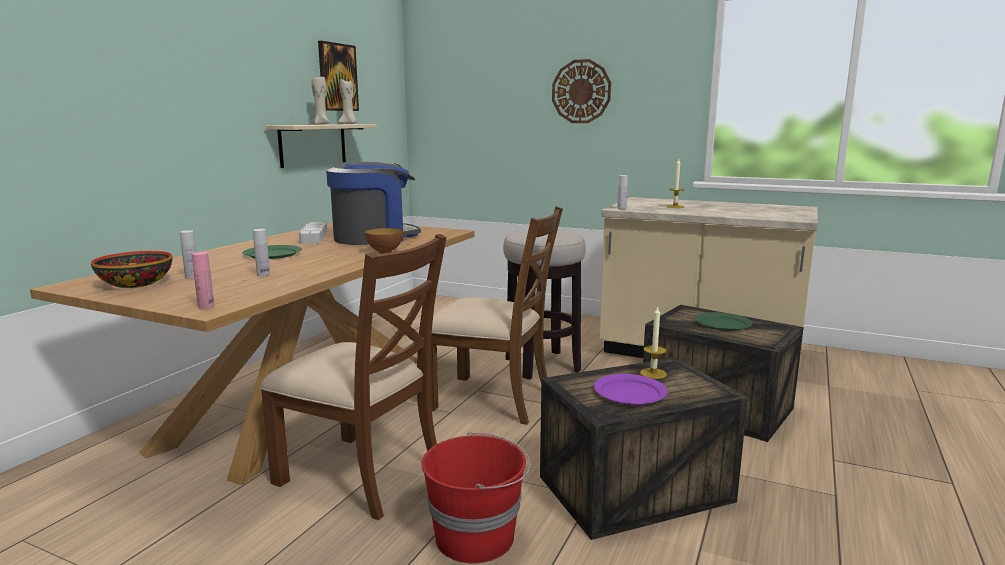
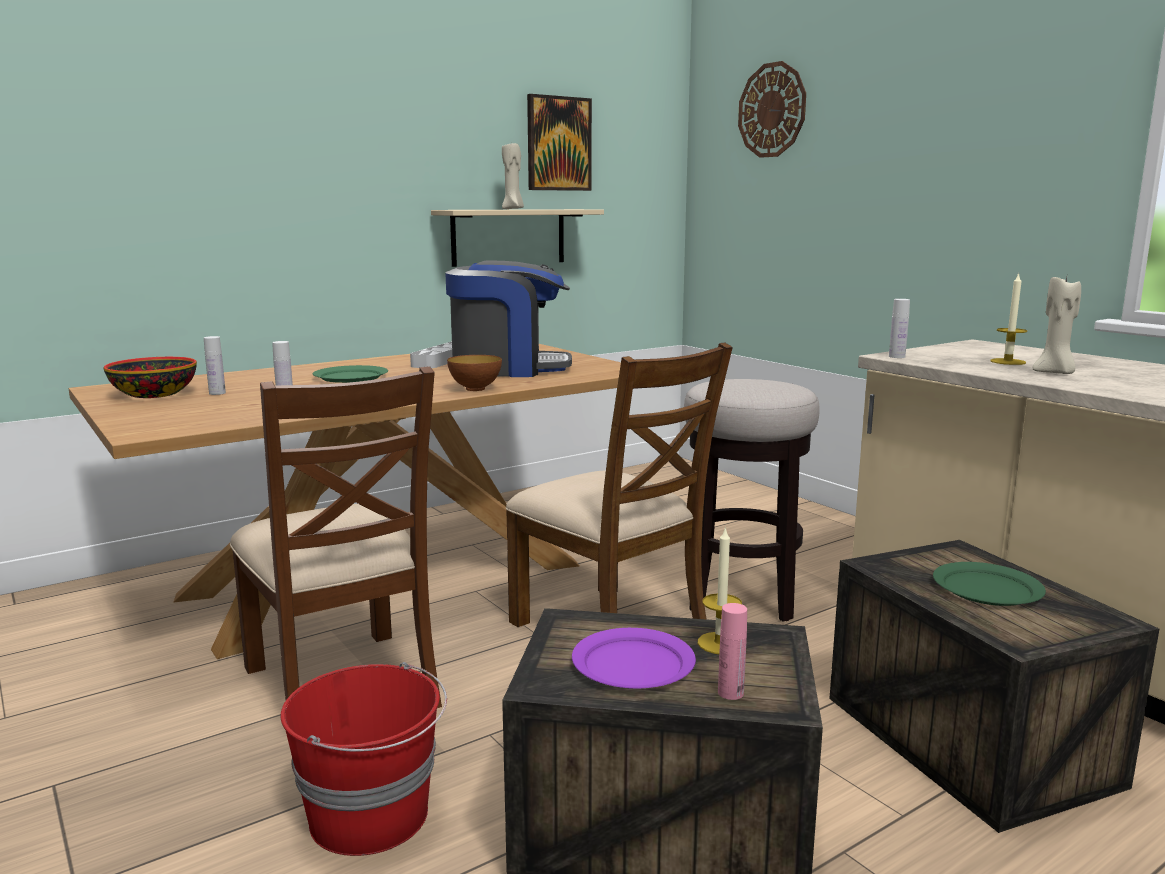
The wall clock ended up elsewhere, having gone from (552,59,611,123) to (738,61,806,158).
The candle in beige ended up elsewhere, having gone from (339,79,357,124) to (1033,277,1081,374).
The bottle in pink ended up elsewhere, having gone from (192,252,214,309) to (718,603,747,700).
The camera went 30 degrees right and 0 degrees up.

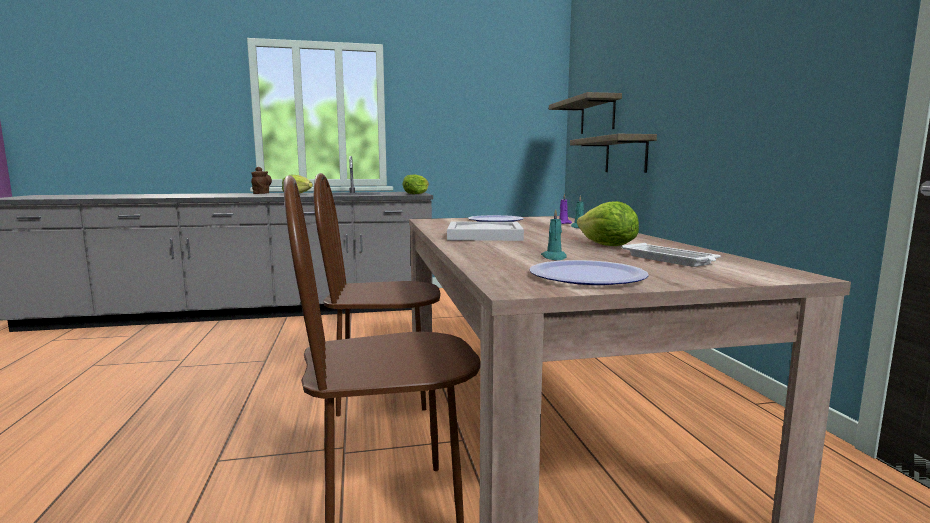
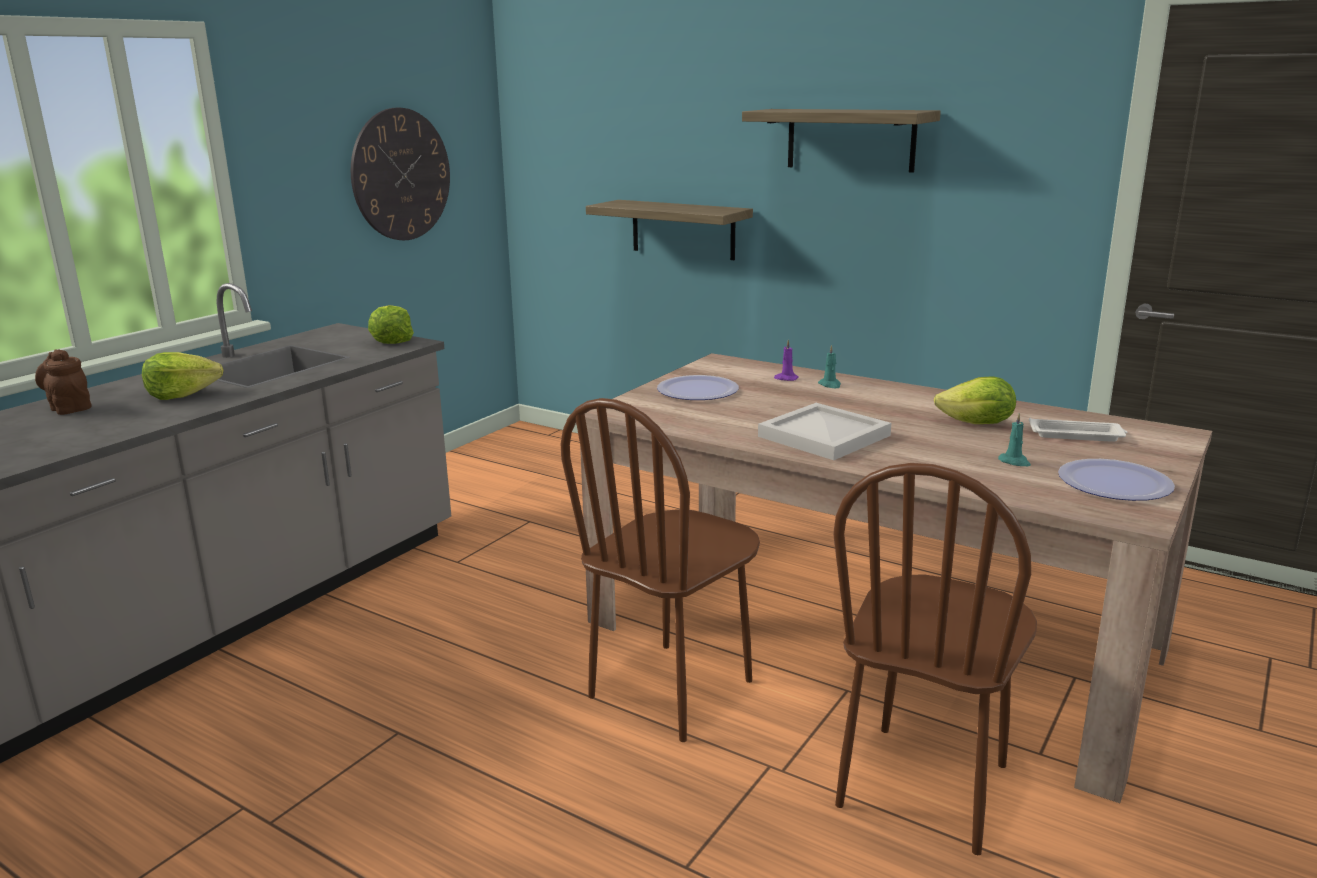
The shelf ended up elsewhere, having gone from (549,92,622,134) to (742,109,941,173).
The second view gained the wall clock at (351,108,450,240).
The camera went 45 degrees left and 10 degrees up.

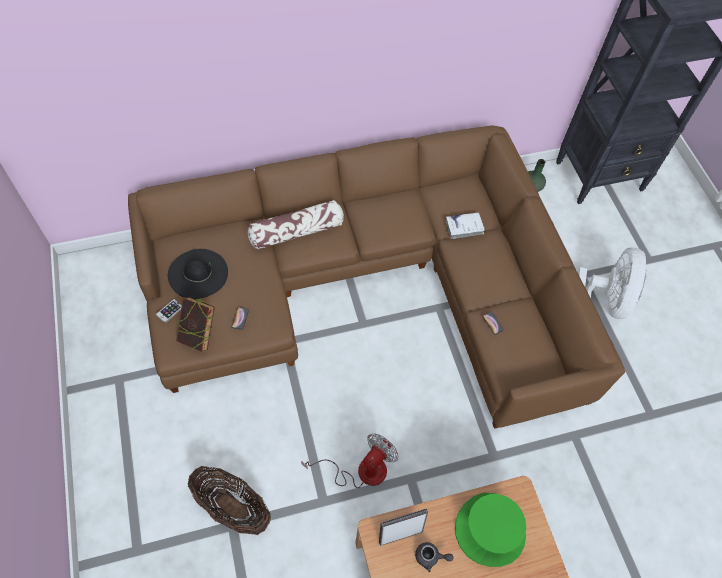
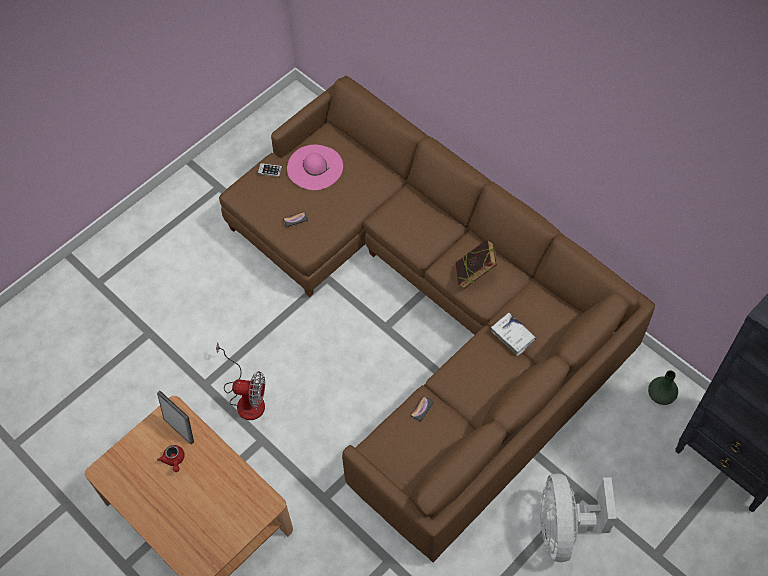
The second view lost the pillow at (248,200,344,250).
The fan in white at (577,248,647,319) ended up facing another way, 105 degrees clockwise from before.
What was the hat in black at (168,249,228,299) turned into the hat in pink at (287,145,343,190).
The book ended up elsewhere, having gone from (176,297,215,352) to (456,239,497,289).
The second view lost the basket at (188,466,271,535).
The second view lost the hat in green at (455,493,526,567).
What was the teapot in grey at (415,542,453,572) turned into the teapot in red at (157,445,185,472).
The camera went 65 degrees right and 0 degrees up.

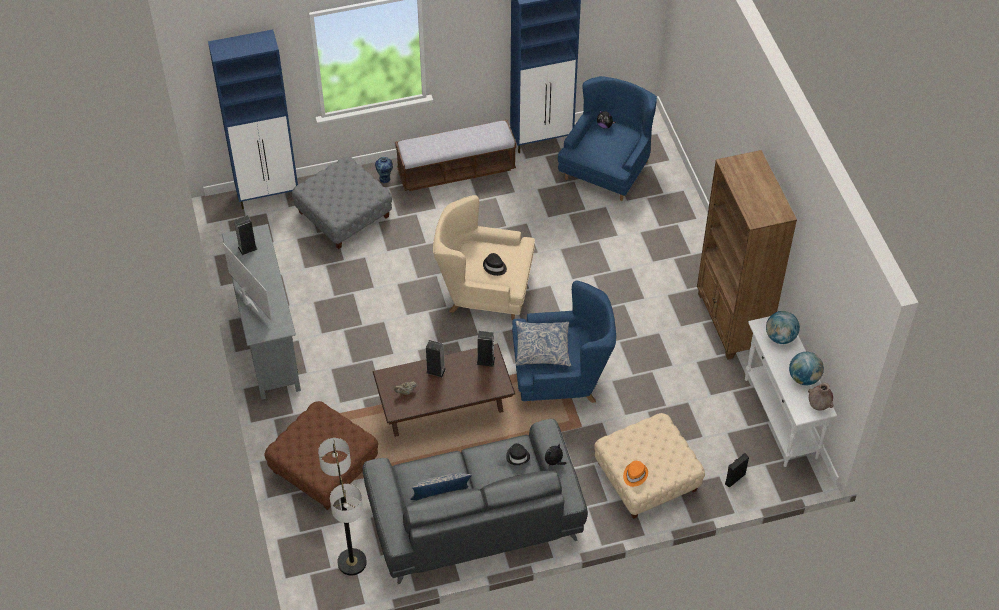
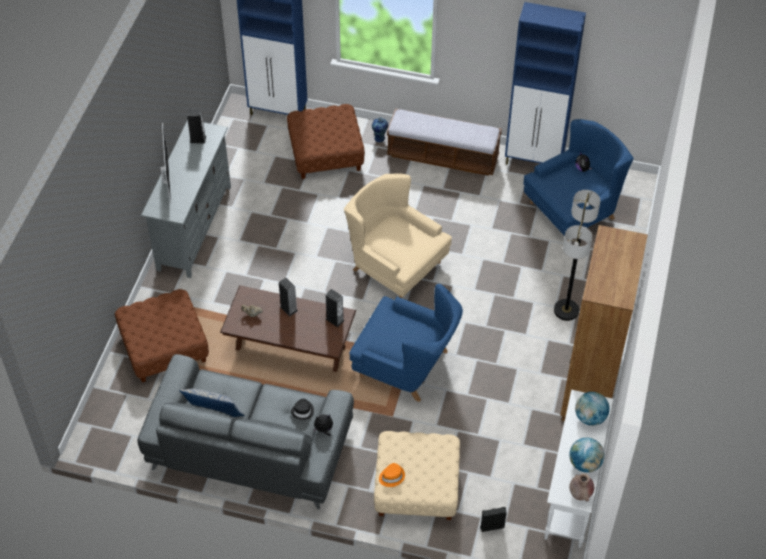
What was the ottoman in grey at (292,157,392,249) turned into the ottoman in brown at (287,104,365,179).
The second view lost the hat in black at (483,253,507,276).
The second view lost the pillow at (516,321,571,367).
The floor lamp ended up elsewhere, having gone from (318,438,367,575) to (554,190,600,321).
The camera went 30 degrees right and 0 degrees up.

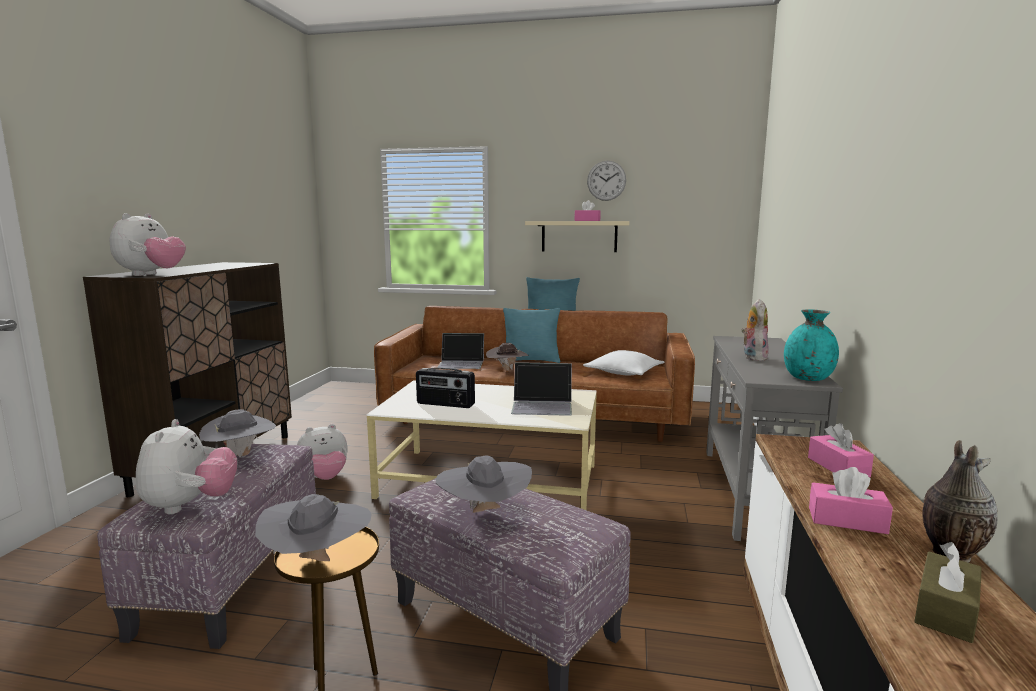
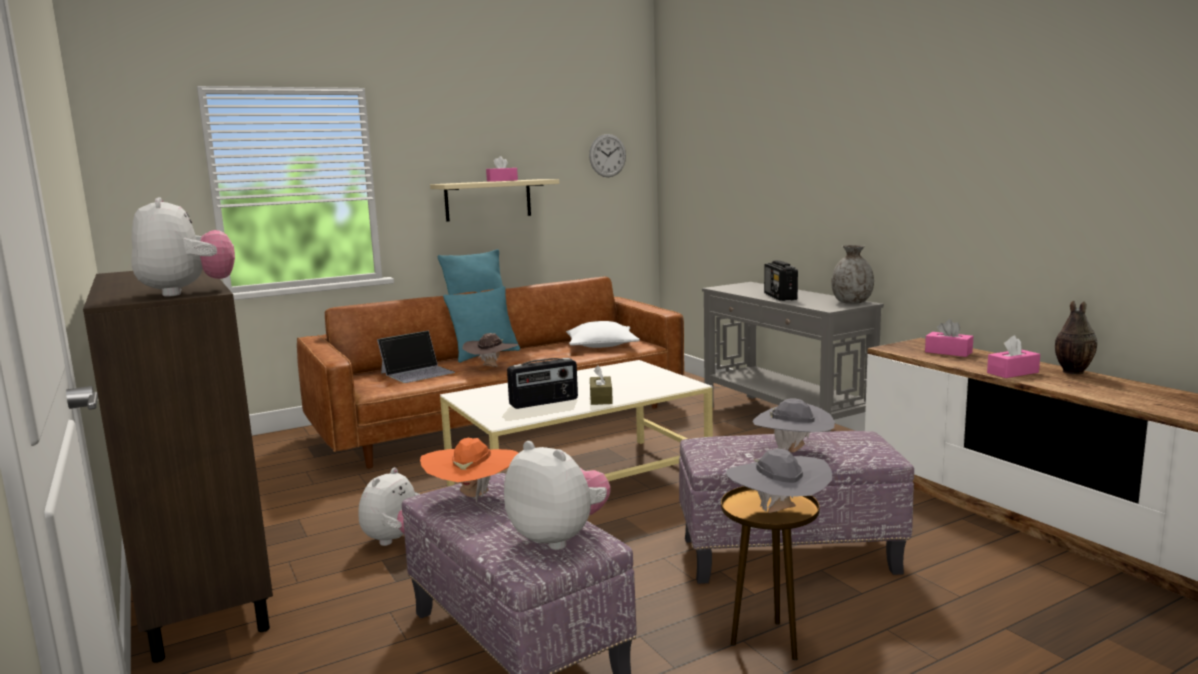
The wall clock ended up elsewhere, having gone from (587,161,626,201) to (589,134,626,177).
Where the plush toy stood at (741,299,769,361), the radio came to stand at (764,260,798,301).
What was the vase in turquoise at (784,309,839,381) turned into the vase in grey at (831,245,874,304).
The second view lost the laptop at (511,362,572,416).
What was the hat in grey at (199,409,276,457) turned into the hat in orange at (420,438,518,503).
The tissue box in brown ended up elsewhere, having gone from (914,542,982,643) to (590,365,613,405).
The camera went 40 degrees left and 0 degrees up.

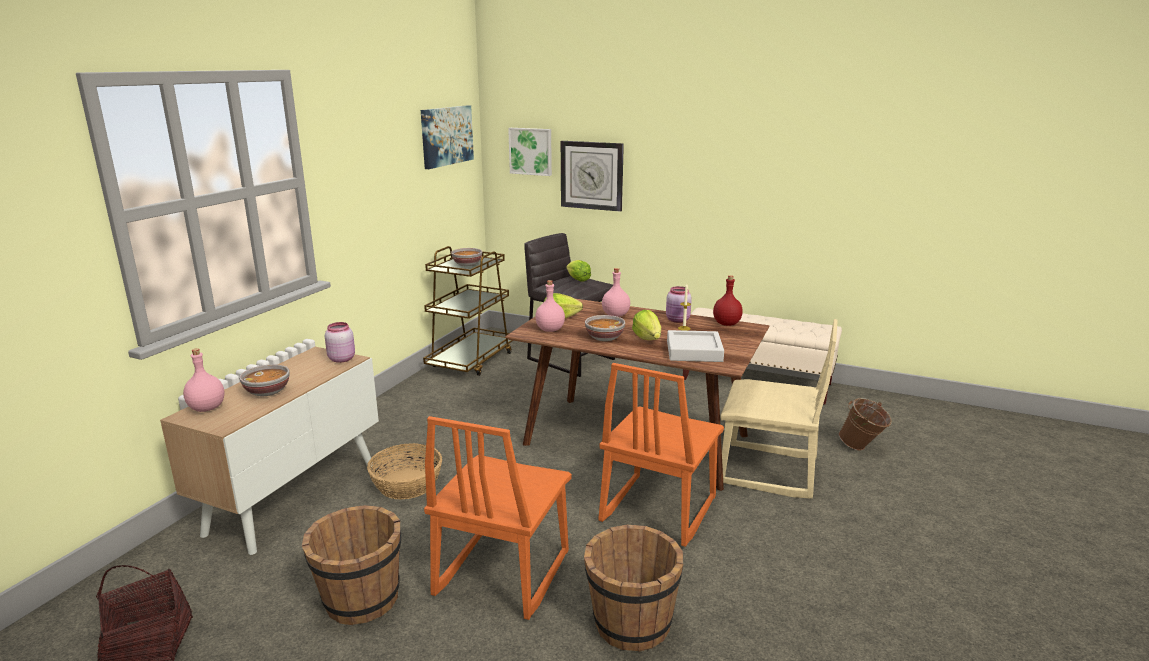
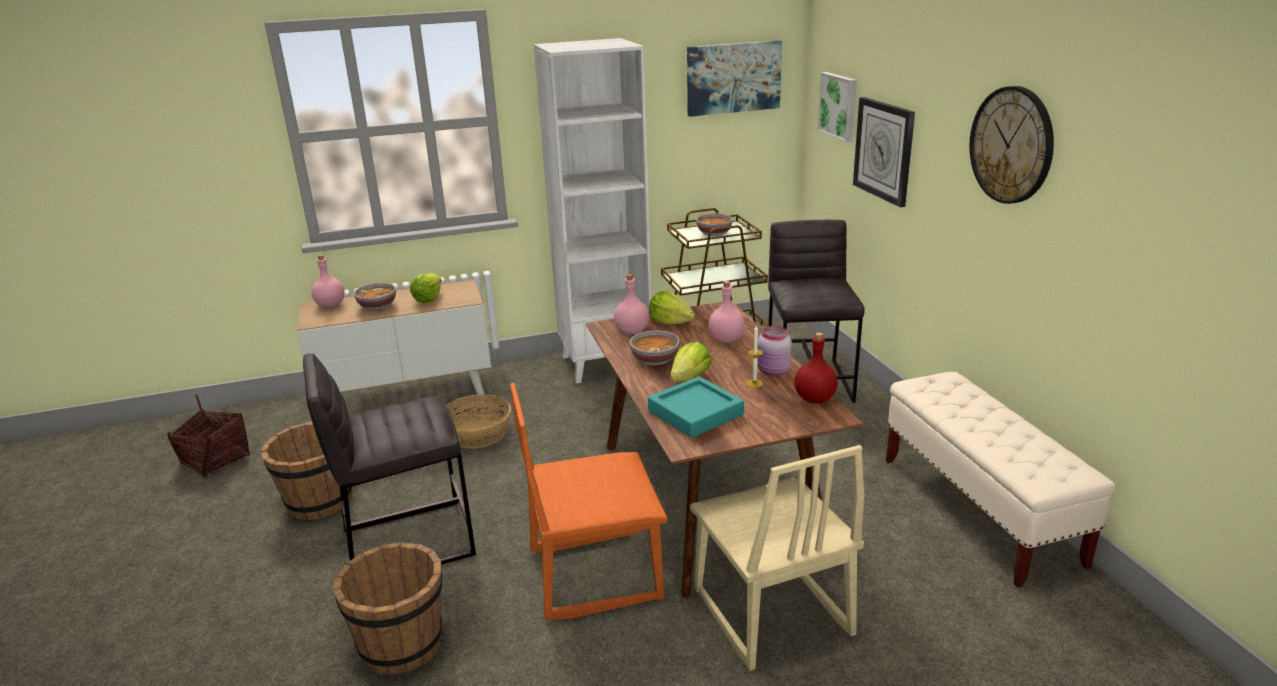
The lettuce ended up elsewhere, having gone from (566,260,591,282) to (410,273,442,303).
The second view lost the jar in pink at (325,322,355,363).
What was the tray in grey at (667,330,724,362) turned into the tray in turquoise at (648,376,744,438).
The second view lost the bucket in brown at (839,398,892,450).
Where the chair in orange stood at (424,416,572,620), the stool in grey came to stand at (303,353,476,565).
The second view gained the bookcase in white at (534,38,651,384).
The second view gained the wall clock at (969,86,1054,204).
The camera went 50 degrees right and 5 degrees up.

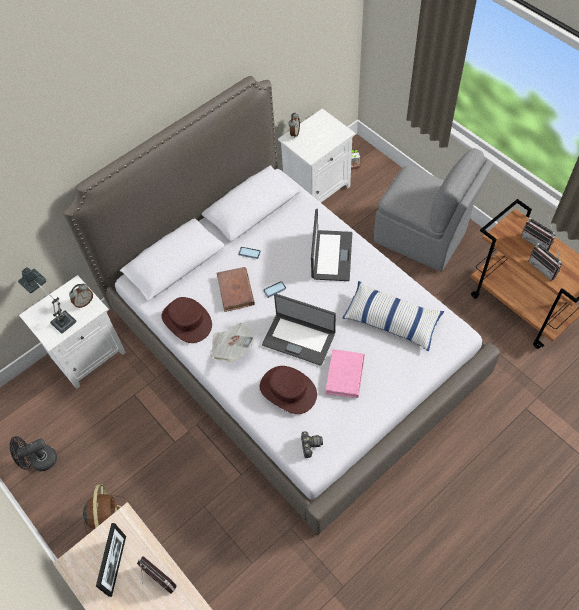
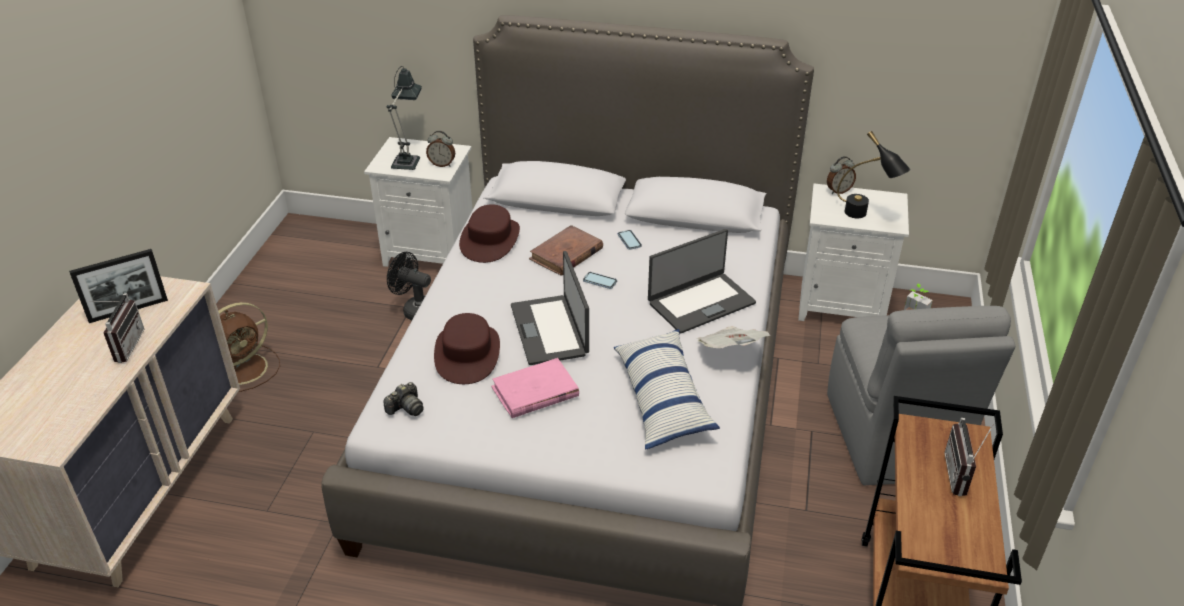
The second view lost the radio at (528,239,562,281).
The newspaper ended up elsewhere, having gone from (210,323,254,362) to (697,326,770,348).
The fan in black ended up elsewhere, having gone from (10,436,57,471) to (387,252,431,320).
The second view gained the table lamp in black at (837,131,910,219).
The camera went 50 degrees right and 20 degrees down.

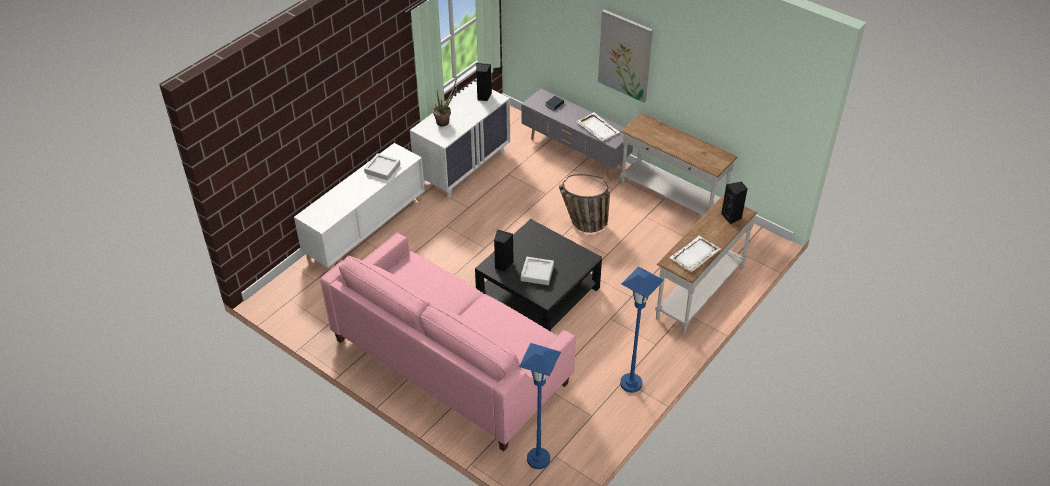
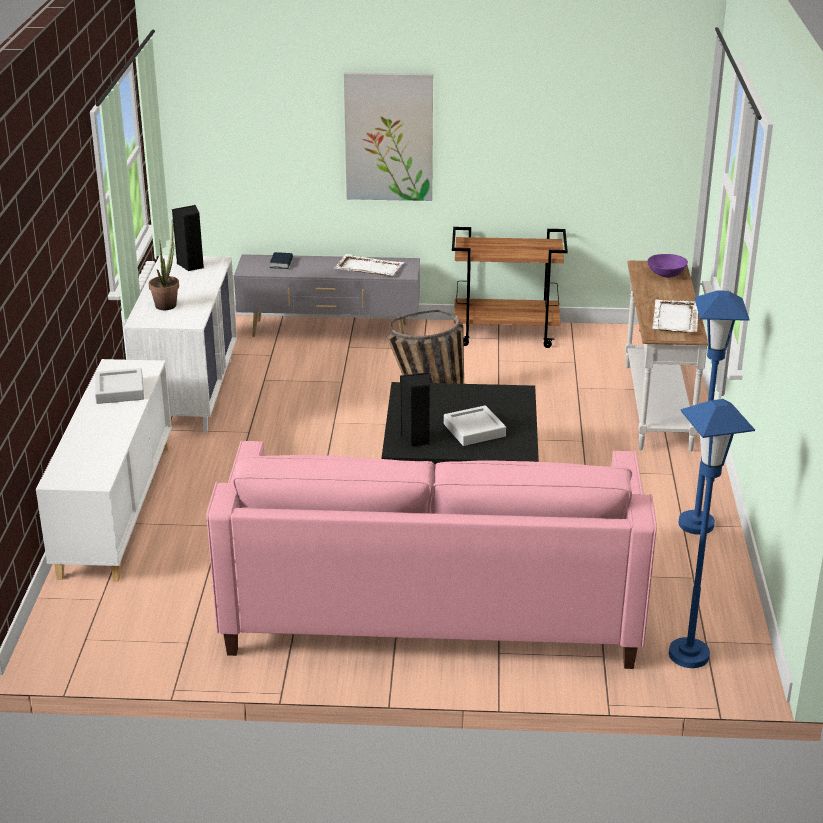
Where the console table in white stood at (620,113,738,216), the cart in brown came to stand at (452,227,568,348).
Where the speaker in black stood at (721,182,748,224), the bowl in purple came to stand at (648,254,688,278).
The camera went 35 degrees left and 15 degrees down.

